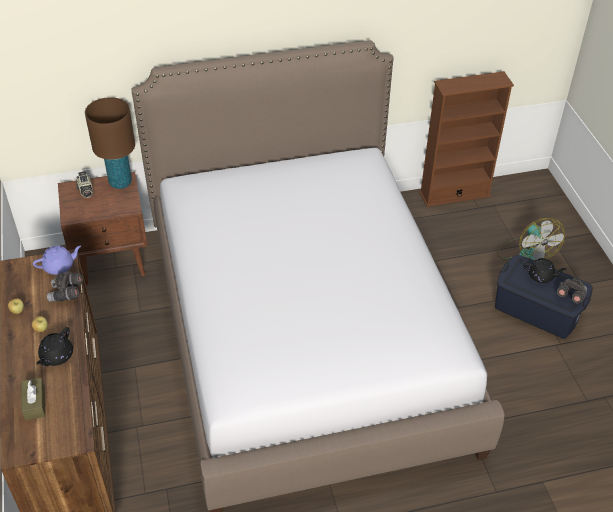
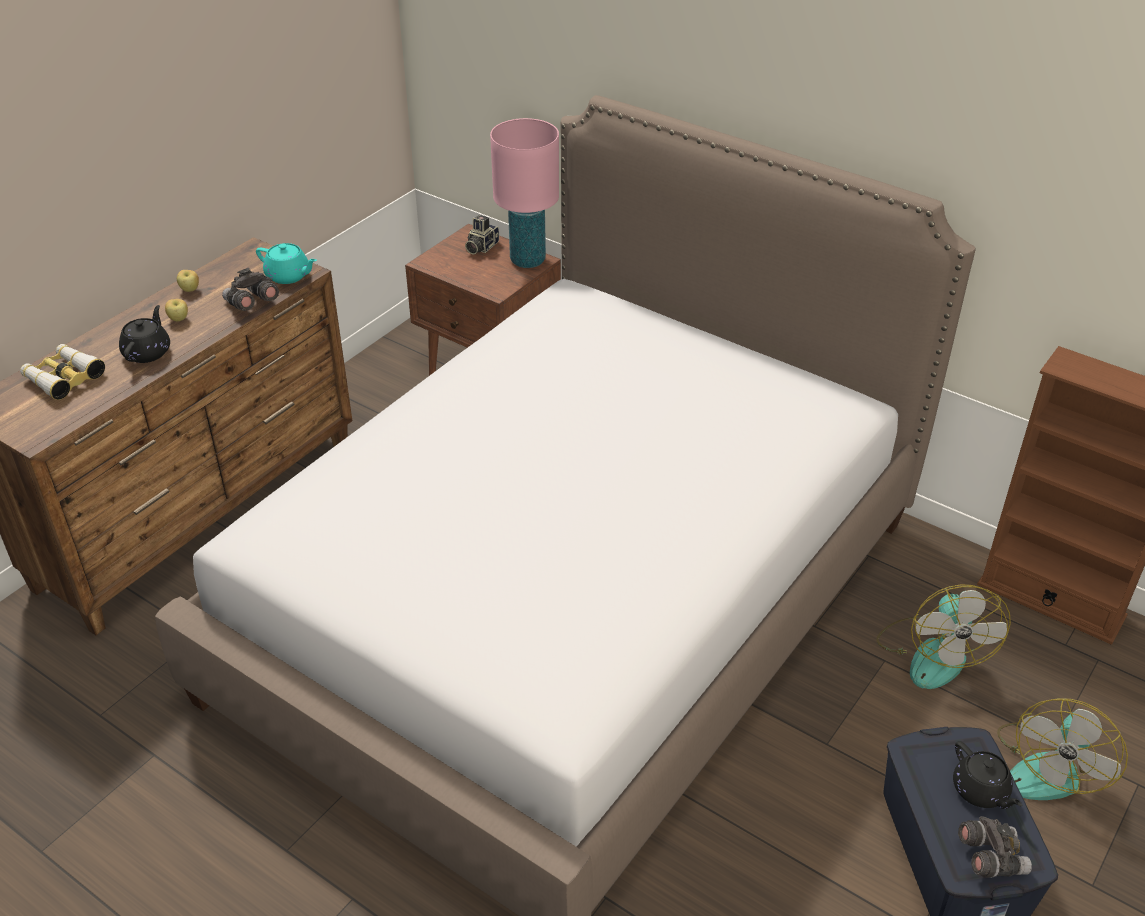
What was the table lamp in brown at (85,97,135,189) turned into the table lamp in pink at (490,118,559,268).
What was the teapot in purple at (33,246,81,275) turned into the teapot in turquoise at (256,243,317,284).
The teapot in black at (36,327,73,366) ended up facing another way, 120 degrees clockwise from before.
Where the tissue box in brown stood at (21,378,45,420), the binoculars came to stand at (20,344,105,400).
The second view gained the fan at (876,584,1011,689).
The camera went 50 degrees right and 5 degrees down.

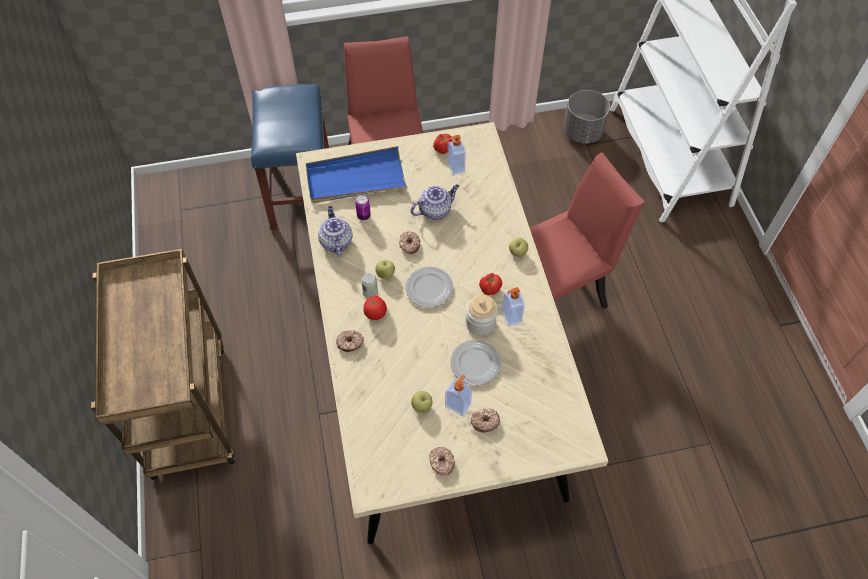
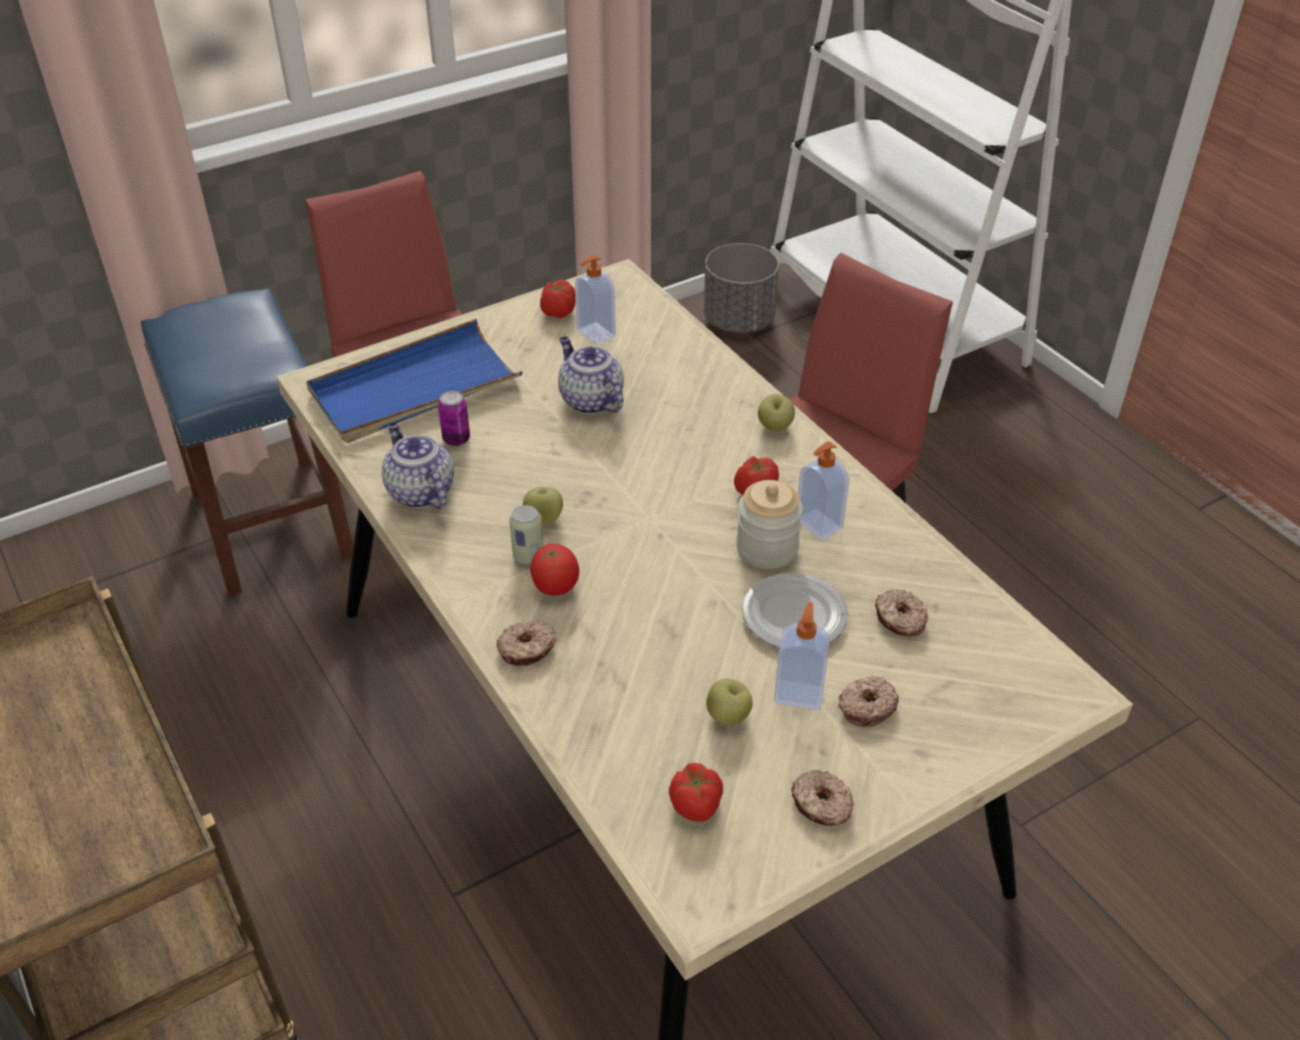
The teapot at (411,184,459,219) ended up facing another way, 75 degrees counterclockwise from before.
The donut ended up elsewhere, having gone from (399,232,420,254) to (875,589,928,637).
The second view lost the plate at (405,267,453,307).
The second view gained the tomato at (669,763,723,822).
The camera went 20 degrees left and 15 degrees down.

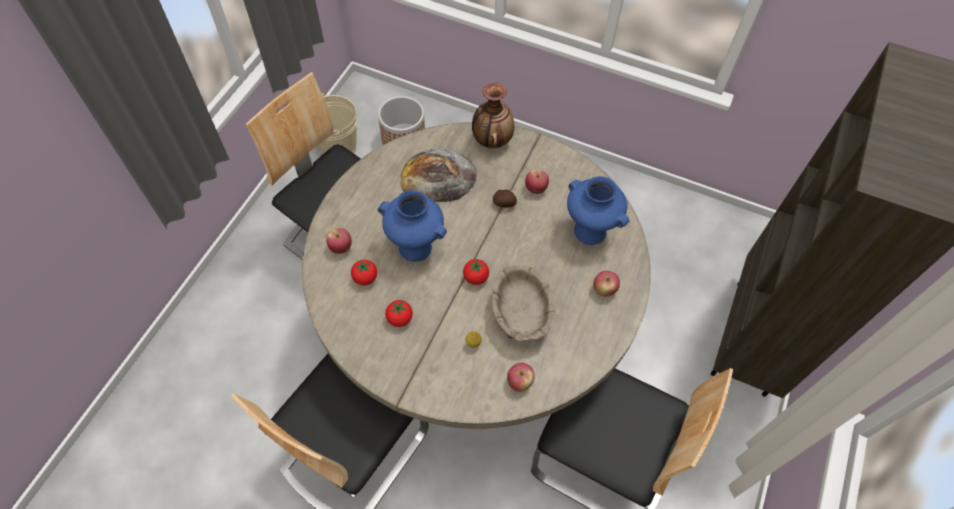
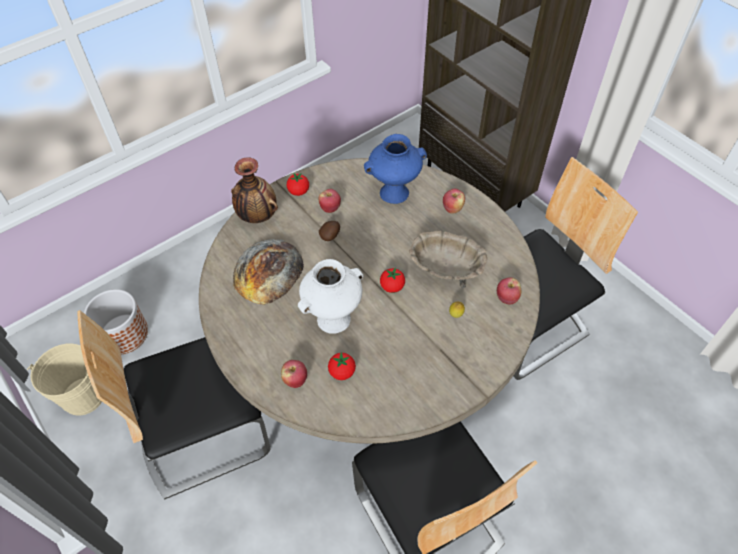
What was the vase in blue at (378,190,447,262) turned into the vase in white at (298,259,363,334).
The tomato ended up elsewhere, having gone from (385,300,413,327) to (287,173,309,196).
The camera went 60 degrees left and 5 degrees down.

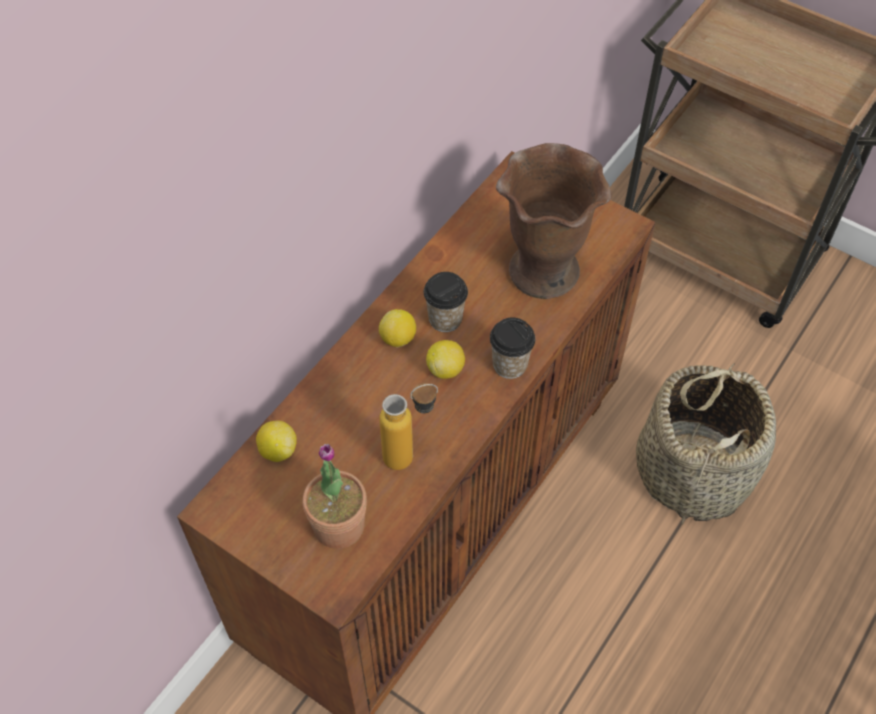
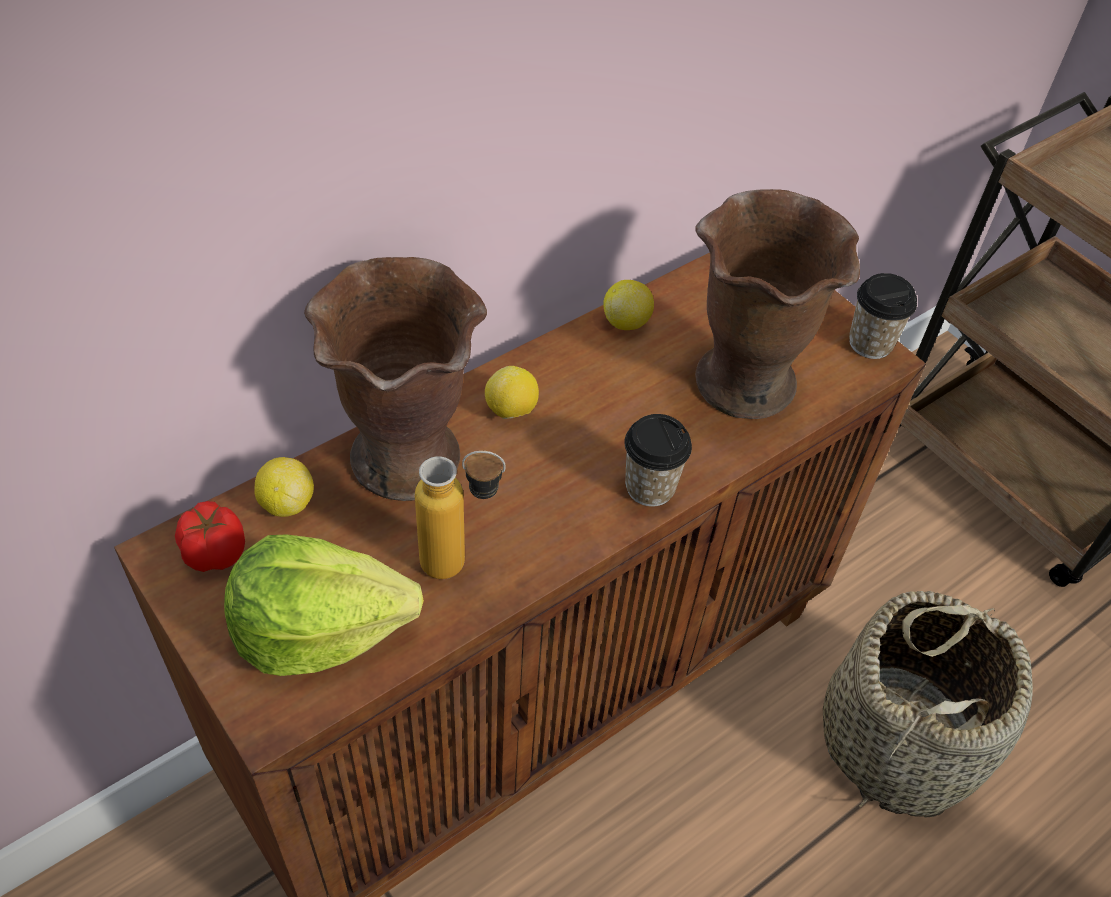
The cup ended up elsewhere, having gone from (424,272,468,332) to (849,273,917,359).
The lemon ended up elsewhere, having gone from (426,340,465,379) to (603,280,654,330).
Where the potted plant stood at (303,444,367,549), the lettuce came to stand at (224,534,424,676).
The second view gained the vase in brown at (304,257,487,501).
The second view gained the tomato at (175,501,245,572).
The camera went 15 degrees right and 5 degrees down.

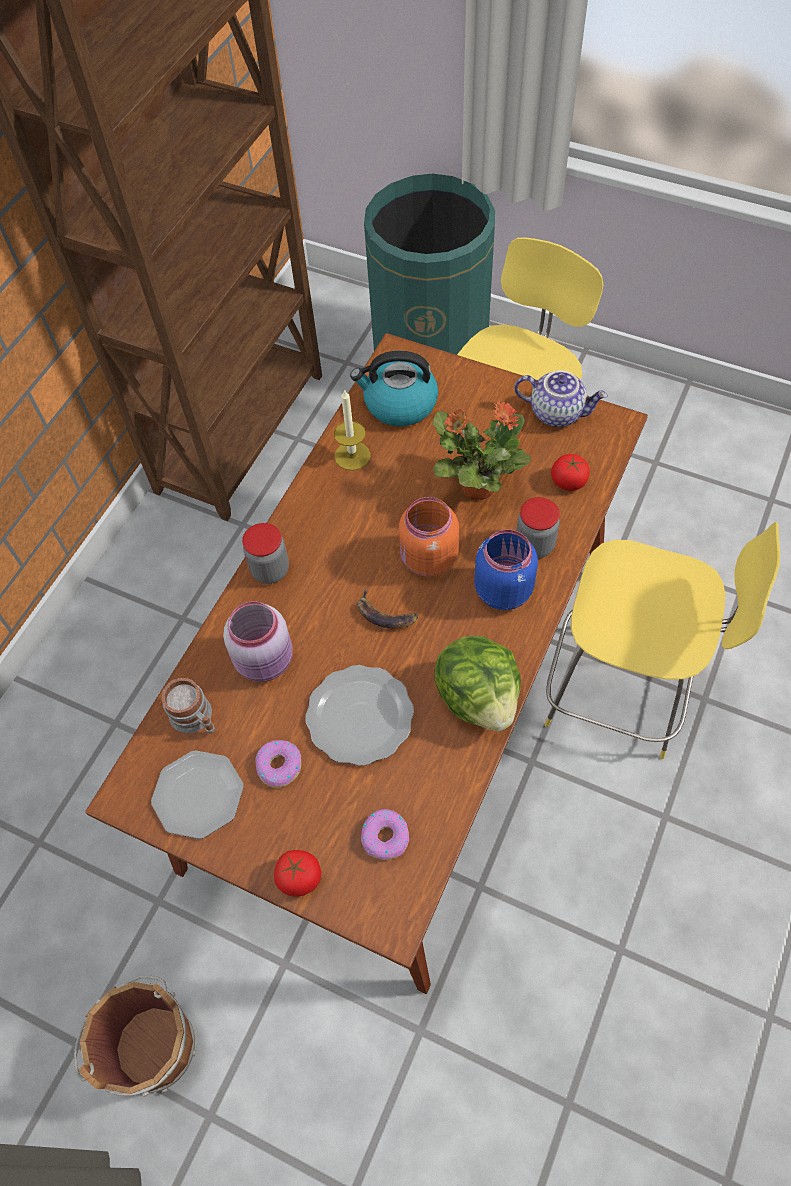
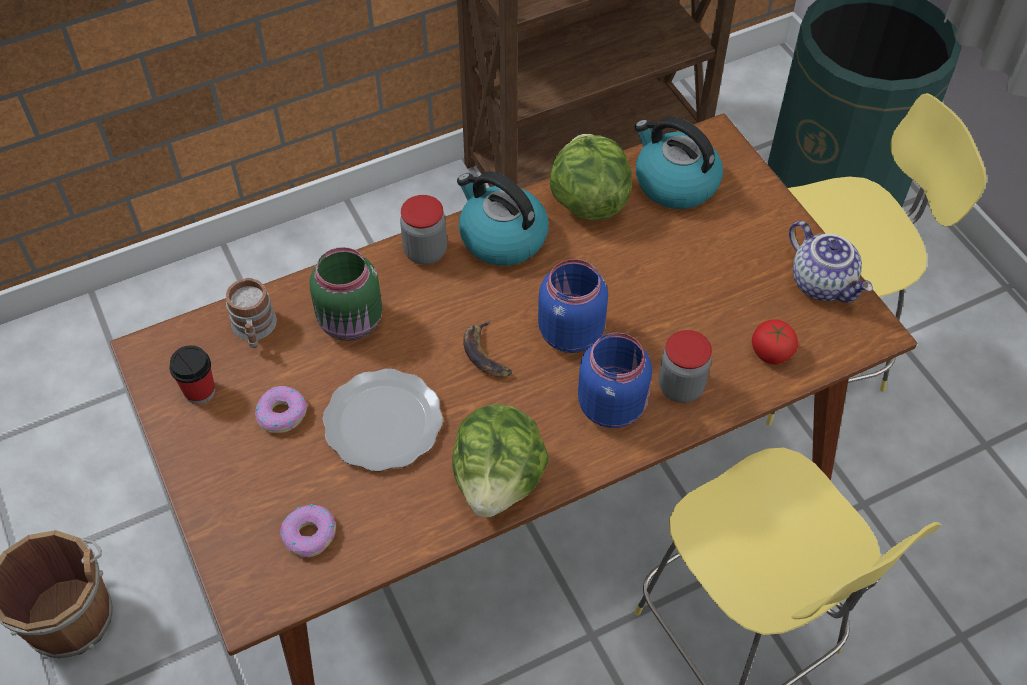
Where the candle stood at (334,389,371,470), the lettuce came to stand at (550,134,632,220).
The second view lost the potted plant at (433,401,532,500).
What was the jar in orange at (399,497,459,577) turned into the jar in blue at (538,259,608,353).
What was the jar in pink at (223,601,293,682) turned into the jar in green at (310,247,382,341).
Where the plate stood at (151,750,244,839), the cup came to stand at (169,345,215,404).
The second view lost the tomato at (274,850,321,897).
The second view gained the kettle at (457,171,549,266).
The camera went 35 degrees right and 5 degrees down.

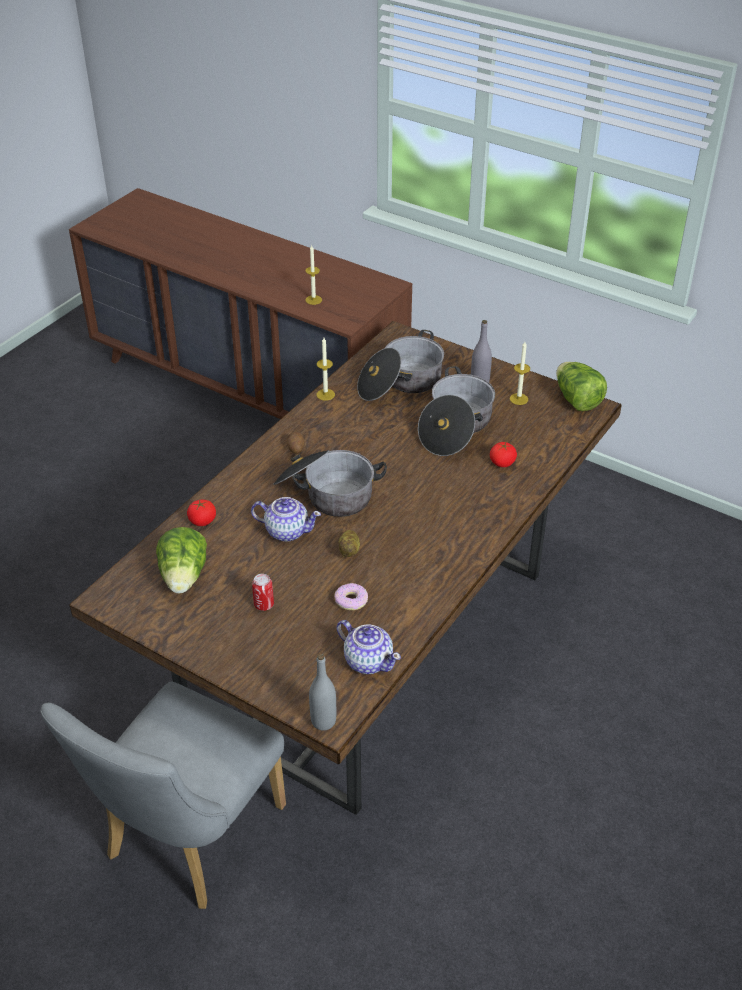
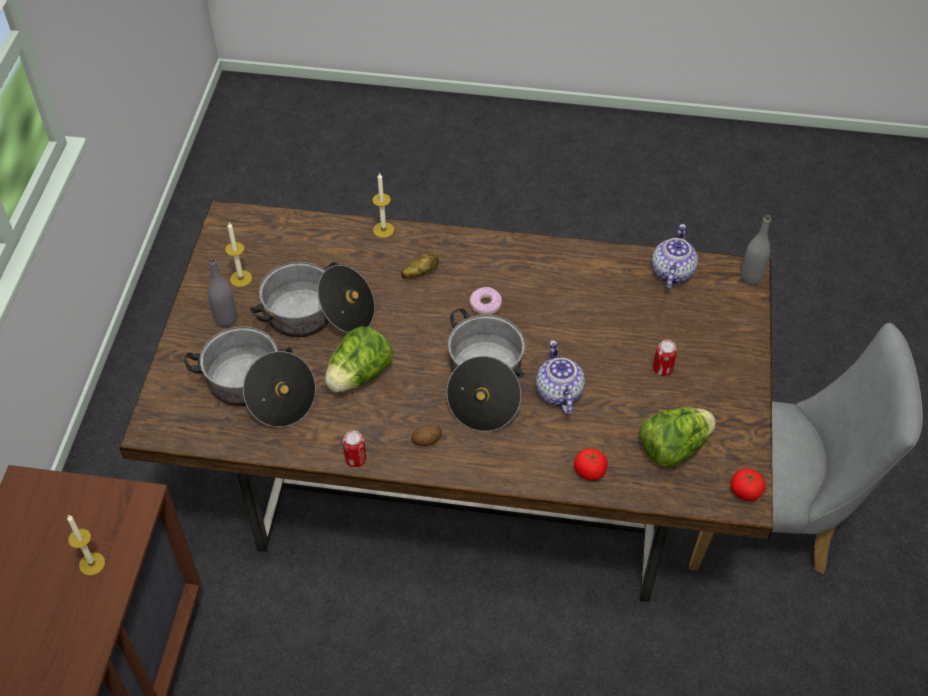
The candle ended up elsewhere, having gone from (317,338,335,401) to (372,172,394,238).
The lettuce ended up elsewhere, having gone from (556,362,607,411) to (325,326,393,392).
The tomato ended up elsewhere, having gone from (490,442,517,467) to (731,468,766,501).
The potato ended up elsewhere, having gone from (339,530,360,557) to (401,253,439,279).
The donut ended up elsewhere, having gone from (334,583,368,610) to (470,287,502,315).
The second view gained the can at (343,430,366,467).
The camera went 115 degrees left and 10 degrees up.

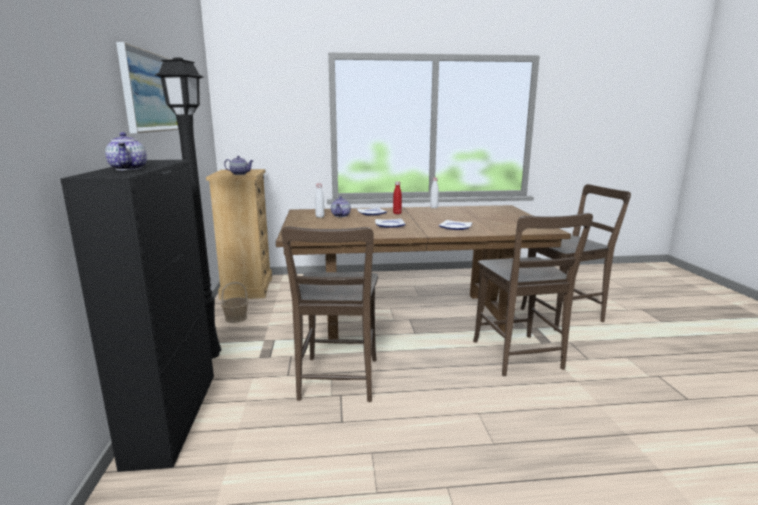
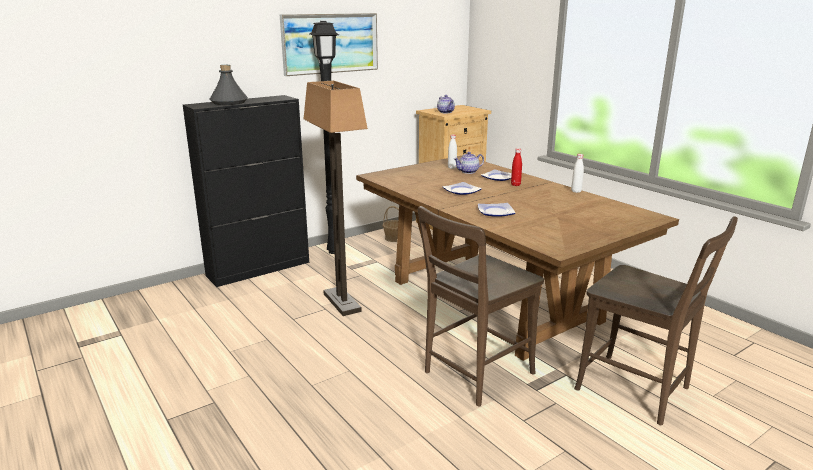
Where the teapot stood at (105,132,147,170), the bottle in grey came to stand at (209,65,248,105).
Where the chair in brown stood at (281,226,378,402), the floor lamp came to stand at (304,81,368,316).
The camera went 60 degrees right and 5 degrees up.

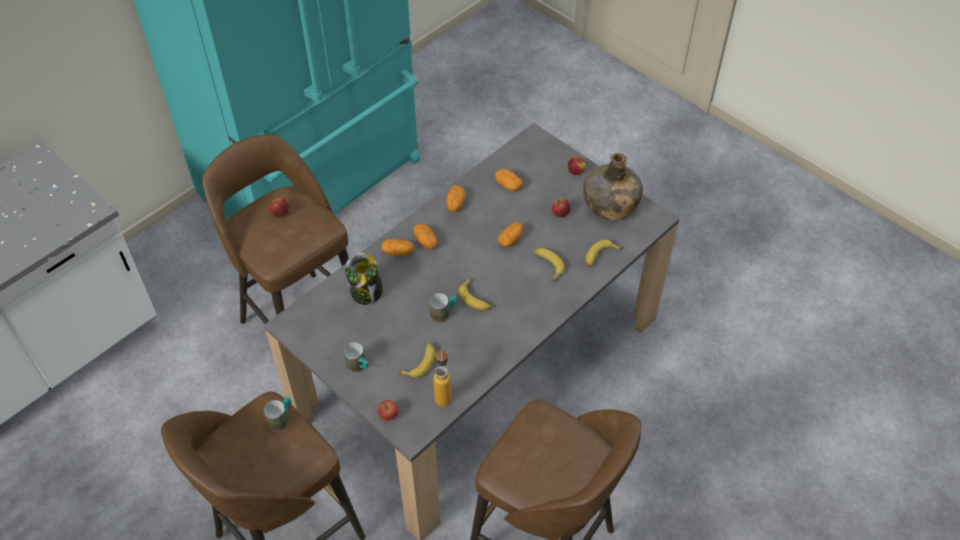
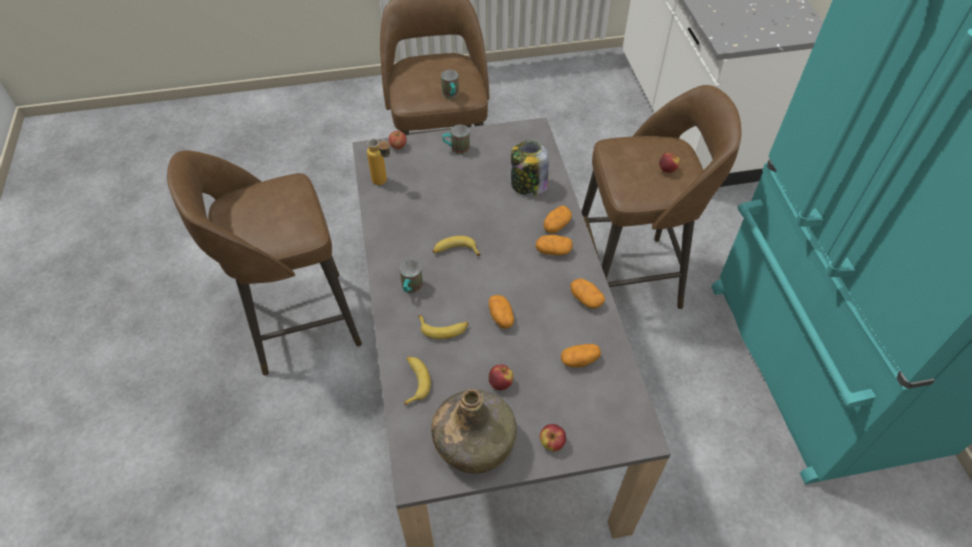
The mug ended up elsewhere, having gone from (429,293,457,323) to (400,260,423,294).
The second view lost the banana at (399,343,435,378).
The camera went 125 degrees right and 0 degrees up.

